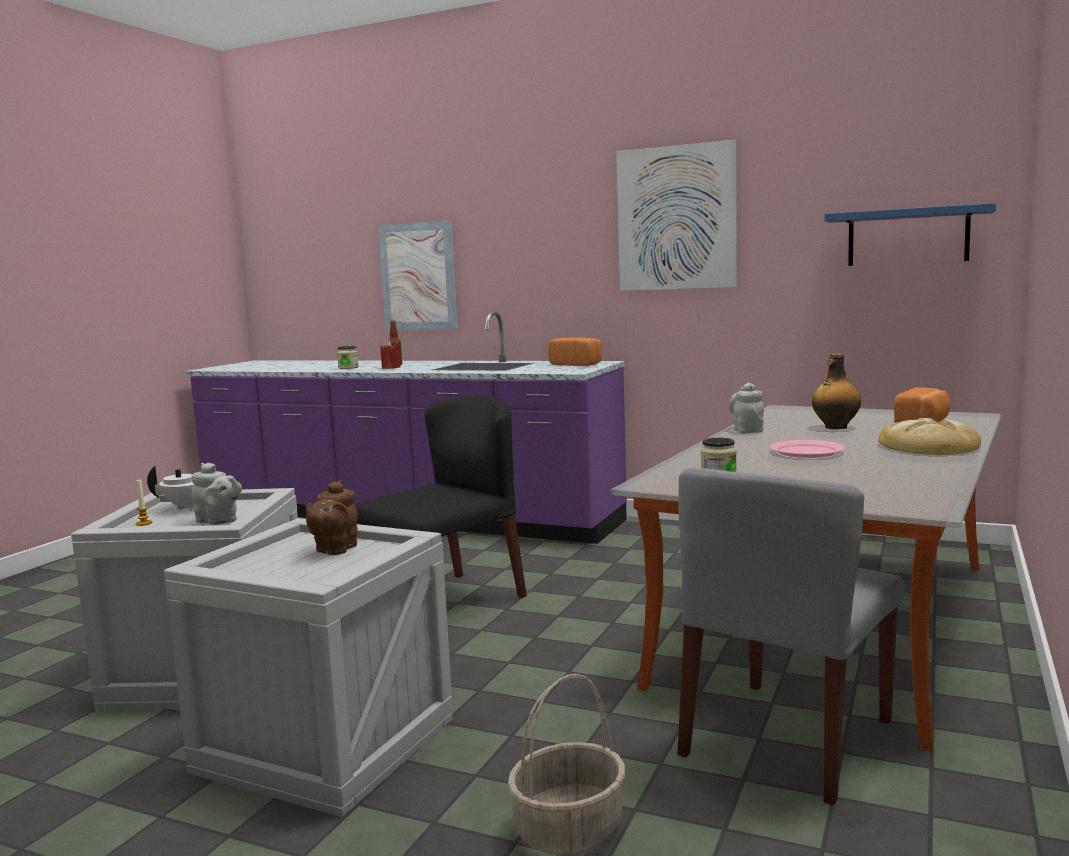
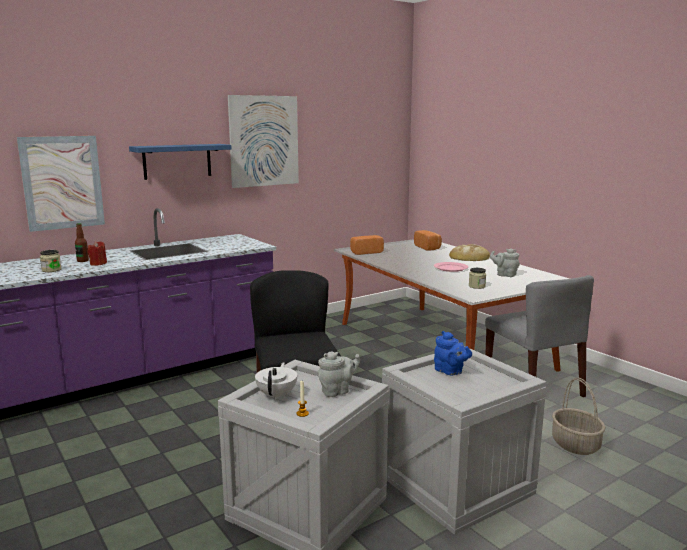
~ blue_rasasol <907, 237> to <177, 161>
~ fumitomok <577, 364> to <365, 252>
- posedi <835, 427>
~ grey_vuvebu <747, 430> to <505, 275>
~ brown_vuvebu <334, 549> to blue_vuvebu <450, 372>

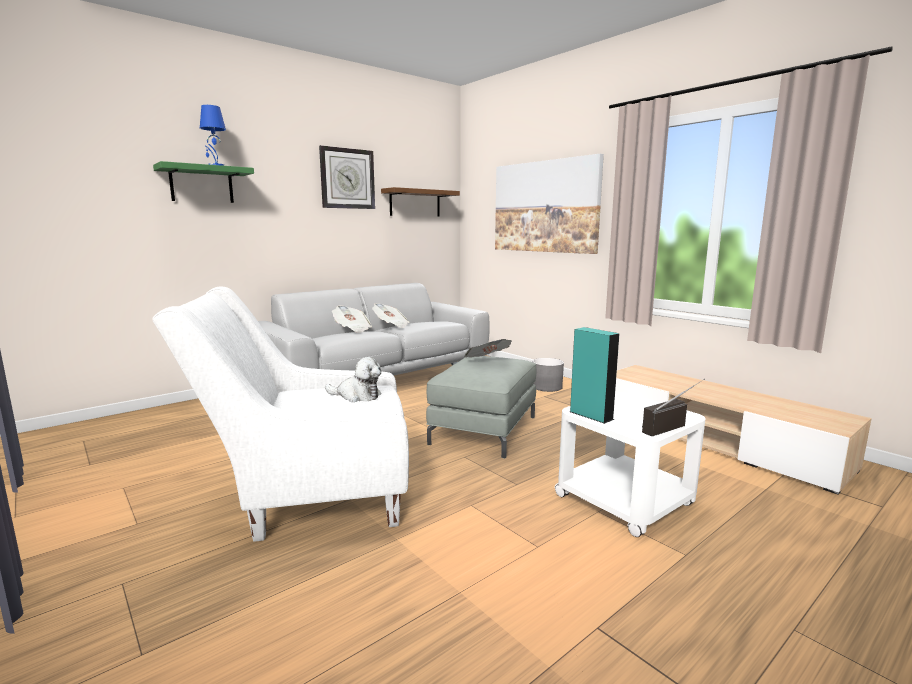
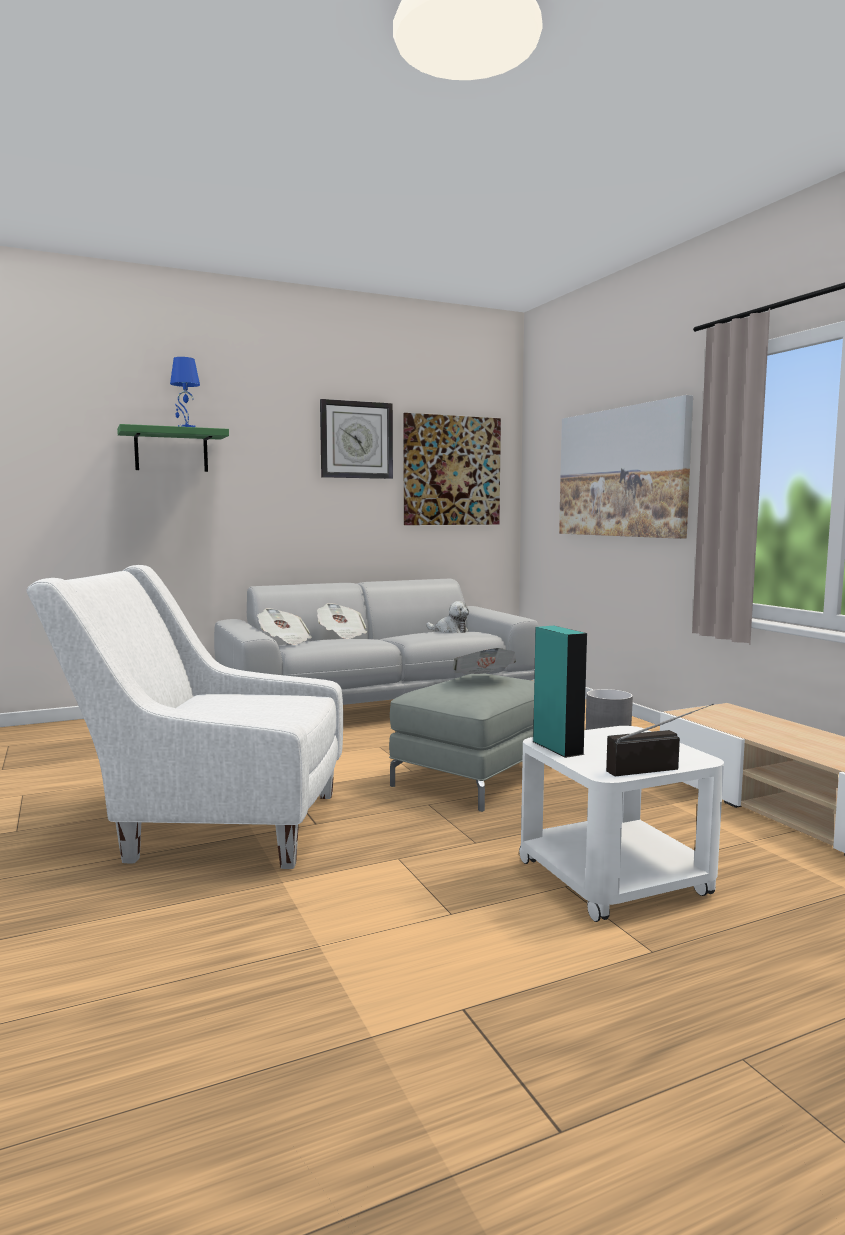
~ brown_rasasol <415, 203> to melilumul <452, 470>
~ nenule <391, 325> to <285, 641>
~ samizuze <357, 396> to <450, 631>

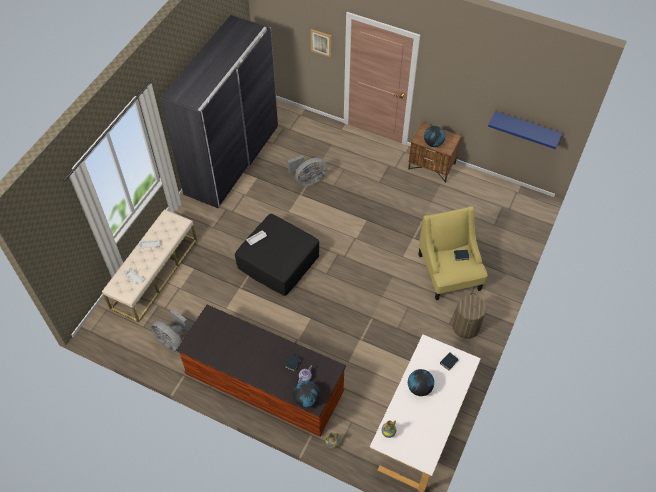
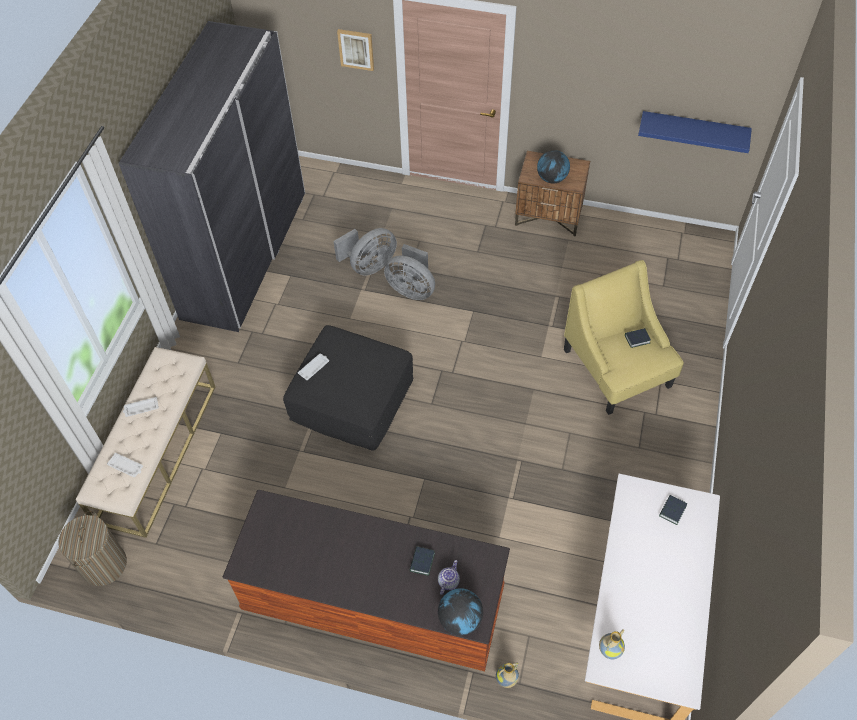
~ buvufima <466, 327> to <104, 564>
~ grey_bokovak <173, 341> to <412, 289>
- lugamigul <419, 388>

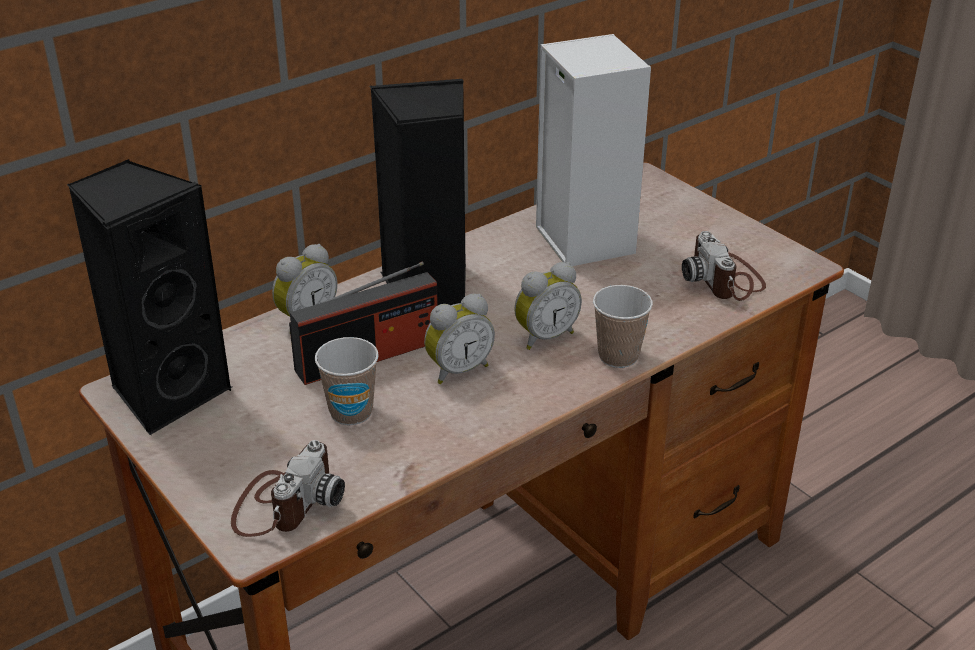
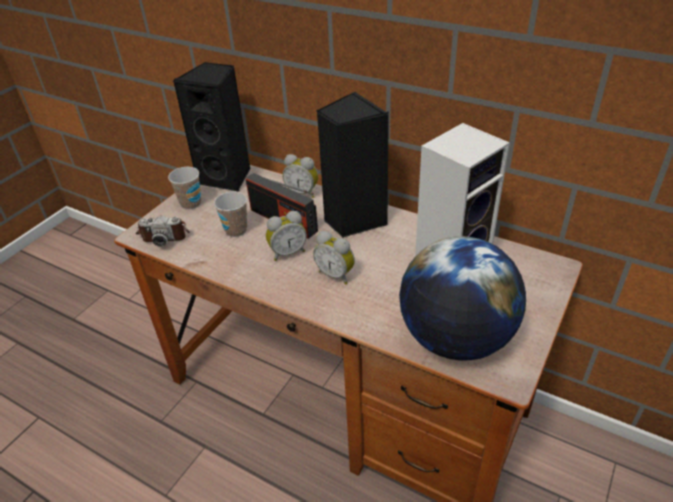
~ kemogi <725, 279> to lugamigul <455, 339>
~ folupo <618, 356> to <191, 203>
~ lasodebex <457, 369> = <287, 252> 60 degrees counterclockwise

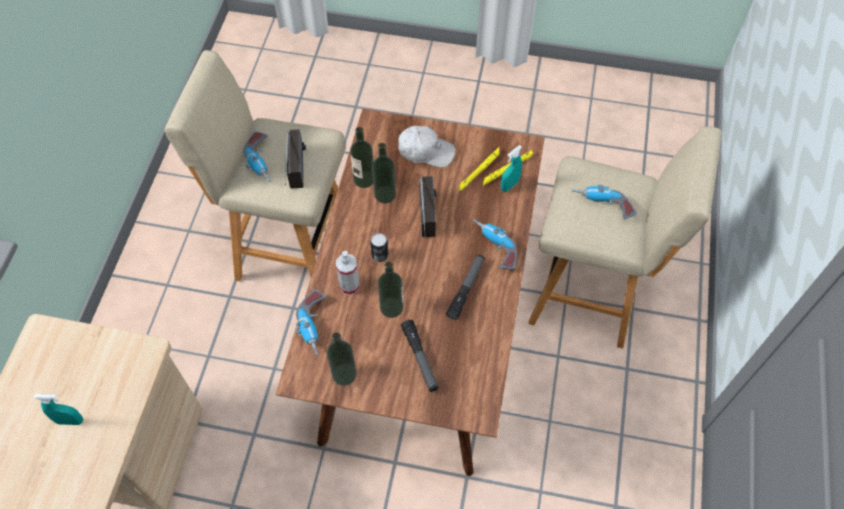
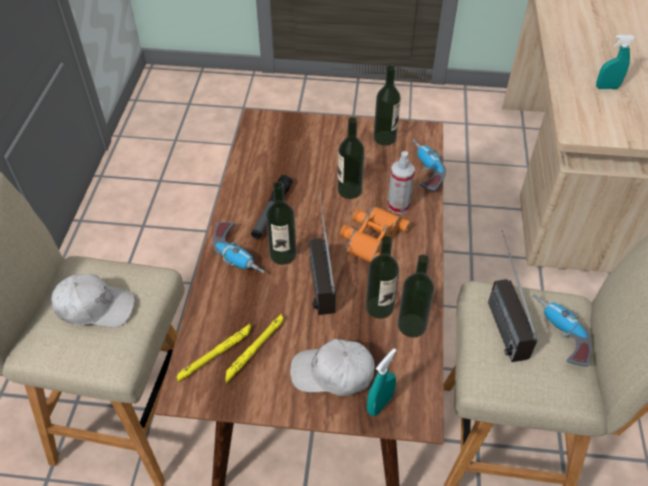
~ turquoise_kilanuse <509, 185> to <379, 404>
~ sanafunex <602, 205> to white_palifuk <95, 307>
~ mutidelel <380, 255> to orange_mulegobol <371, 237>
- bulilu <420, 358>
+ posedi <283, 254>

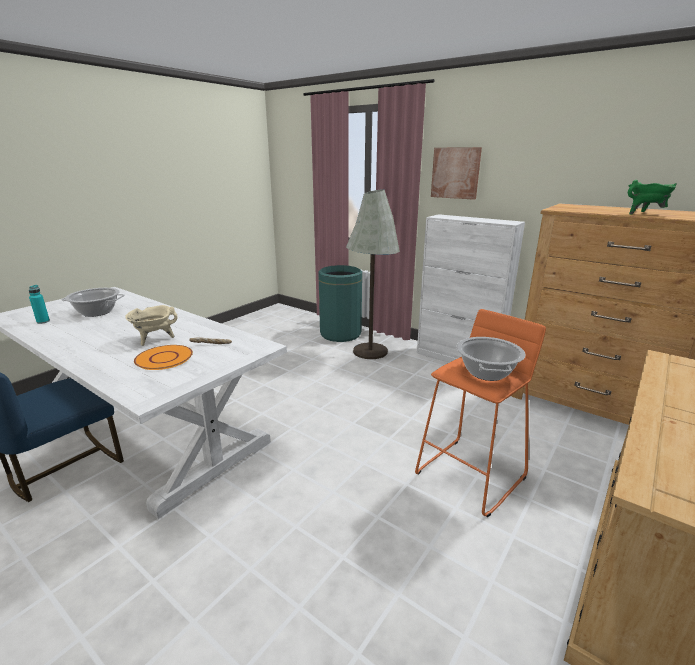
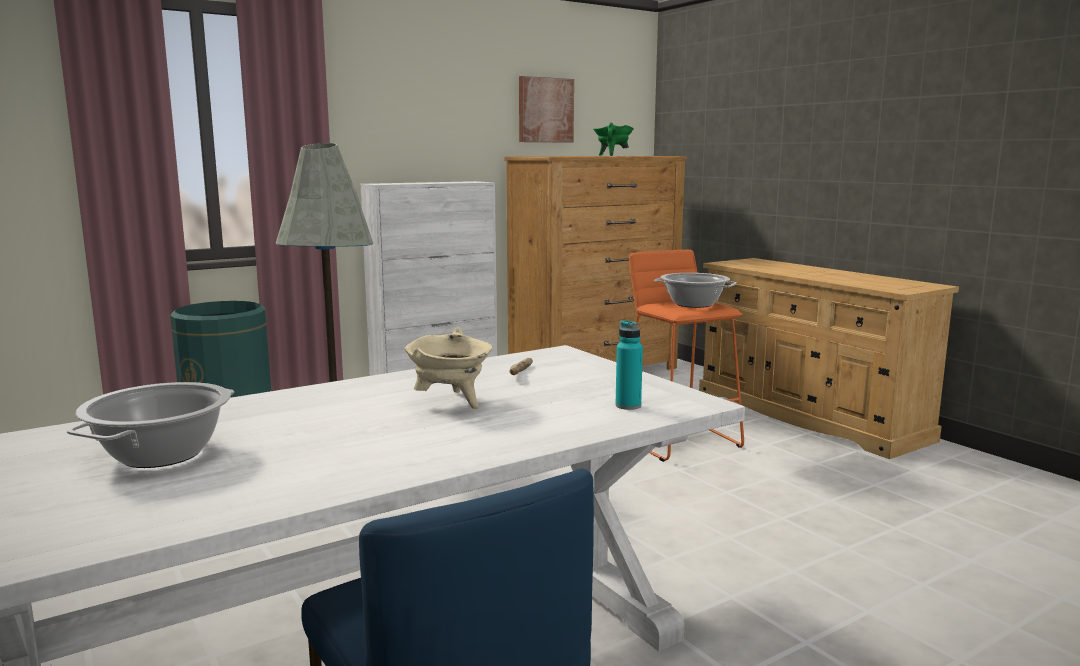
~ melilumul <455, 173> to <545, 110>
~ turquoise_posedi <43, 321> to <628, 406>
- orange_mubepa <164, 358>

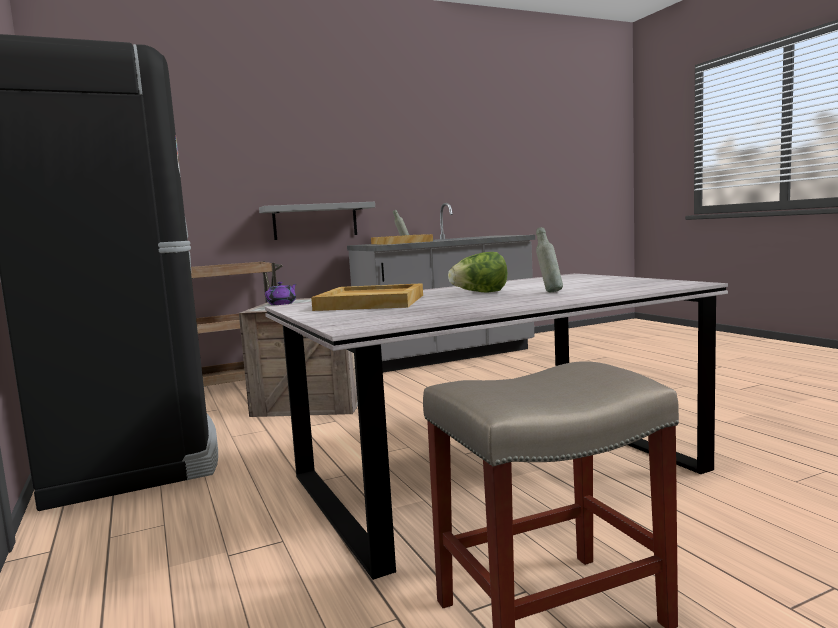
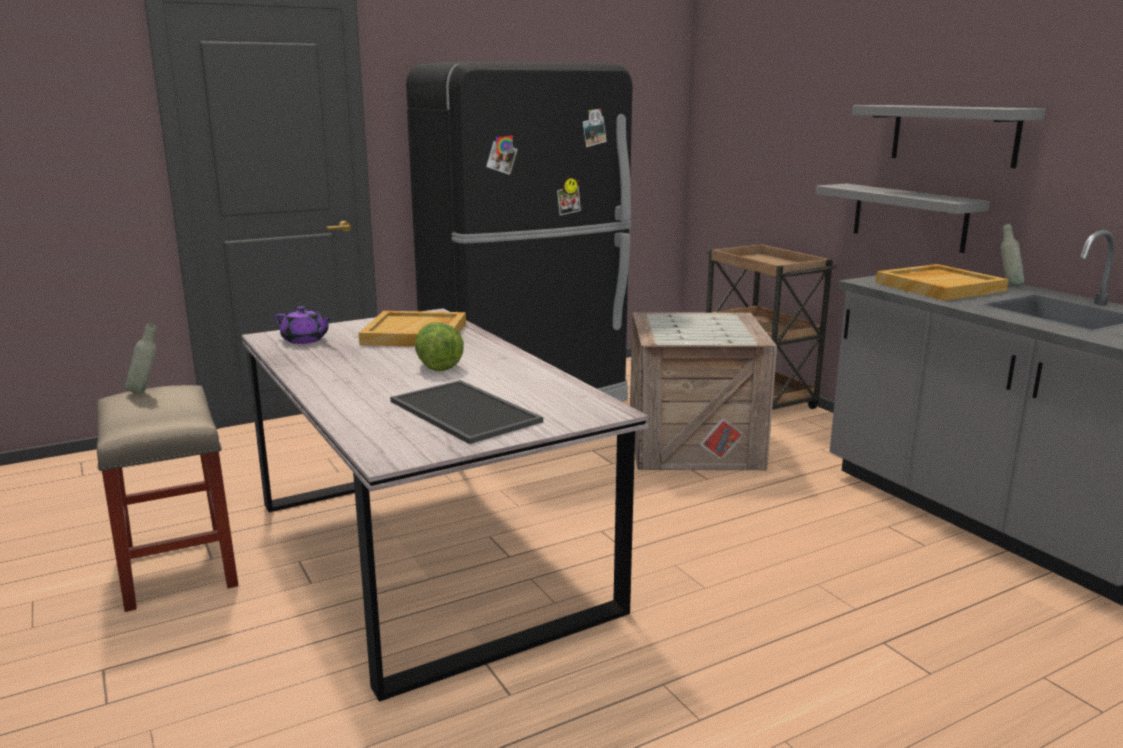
~ grey_posedi <549, 292> to <146, 391>
~ purple_vuvebu <282, 304> to <305, 340>
+ grey_rasasol <953, 134>
+ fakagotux <467, 411>

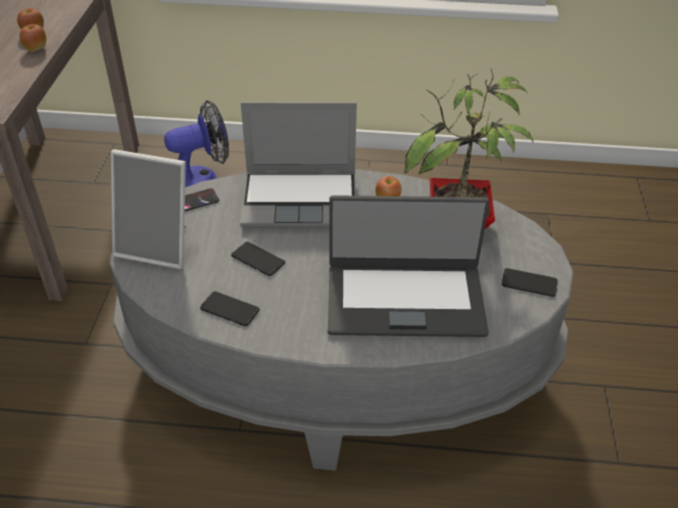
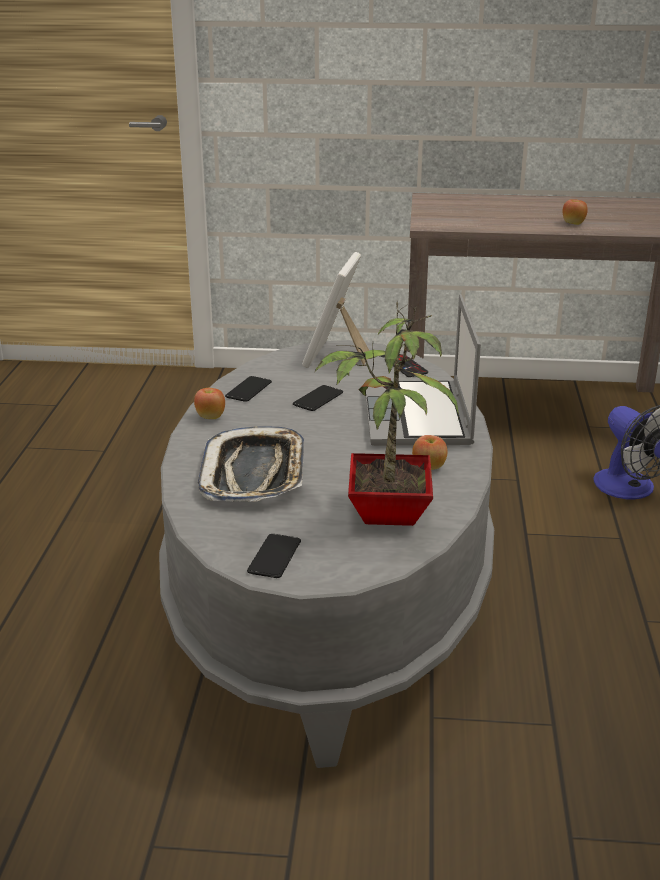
~ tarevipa <36, 49> to <210, 417>
~ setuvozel <405, 298> to fakagotux <254, 474>

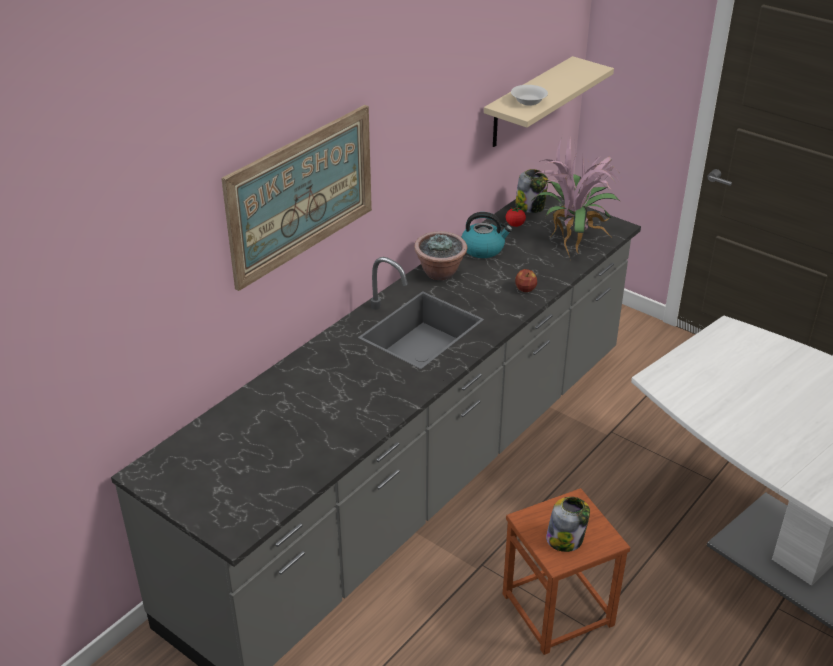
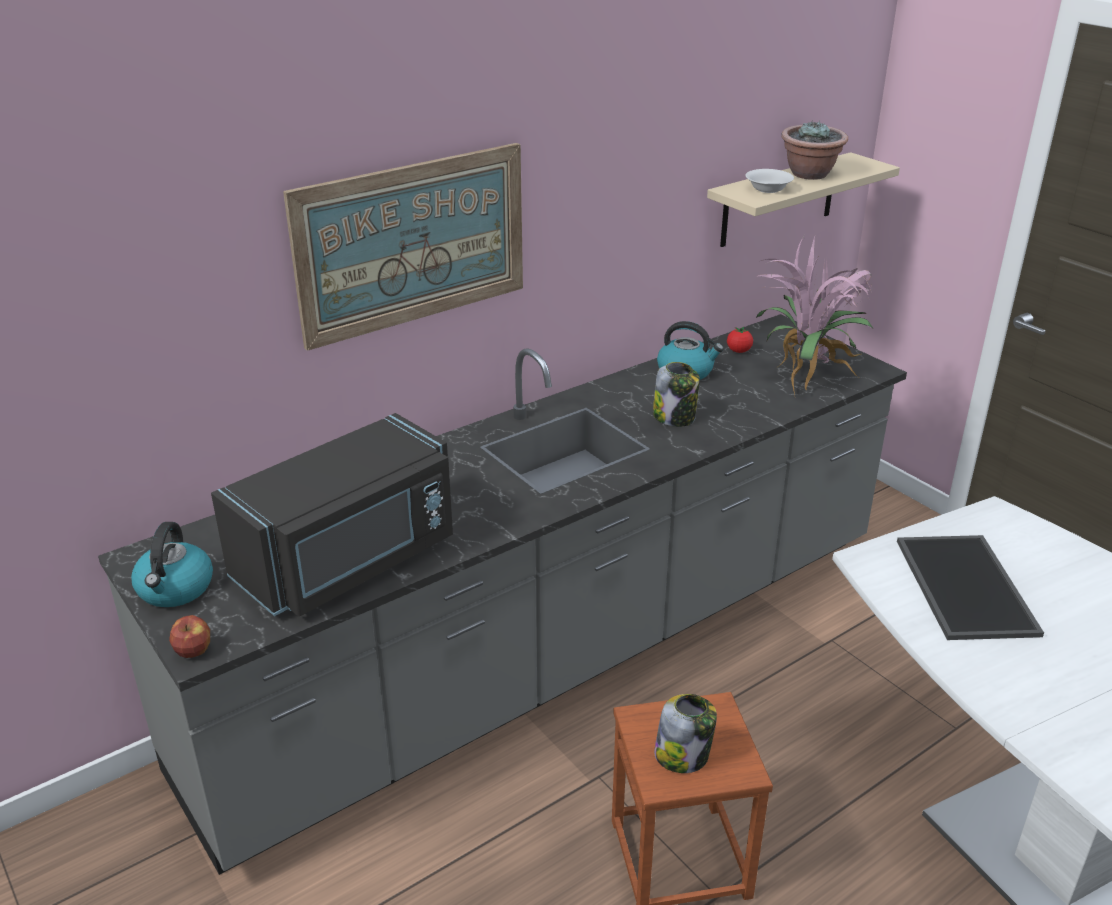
~ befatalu <530, 206> to <675, 417>
~ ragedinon <440, 273> to <810, 174>
~ tarevipa <525, 289> to <194, 650>
+ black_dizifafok <350, 560>
+ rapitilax <175, 589>
+ fakagotux <962, 585>

